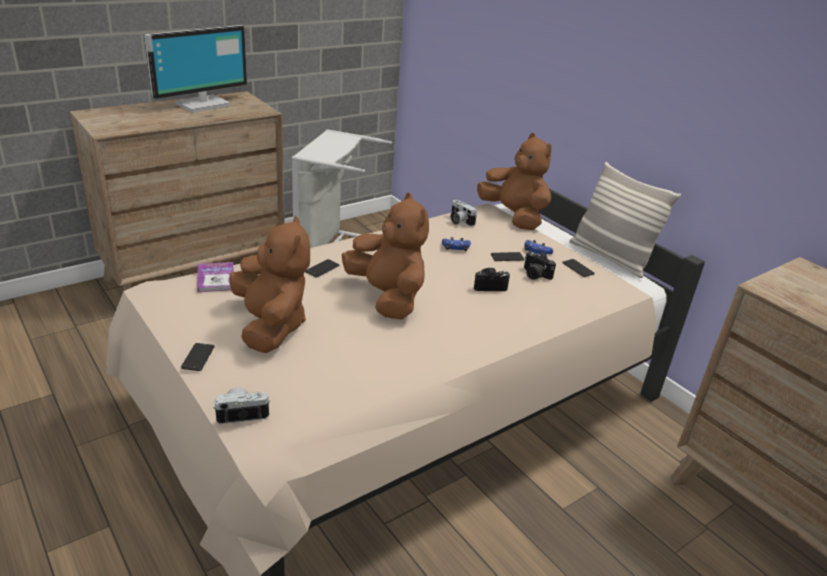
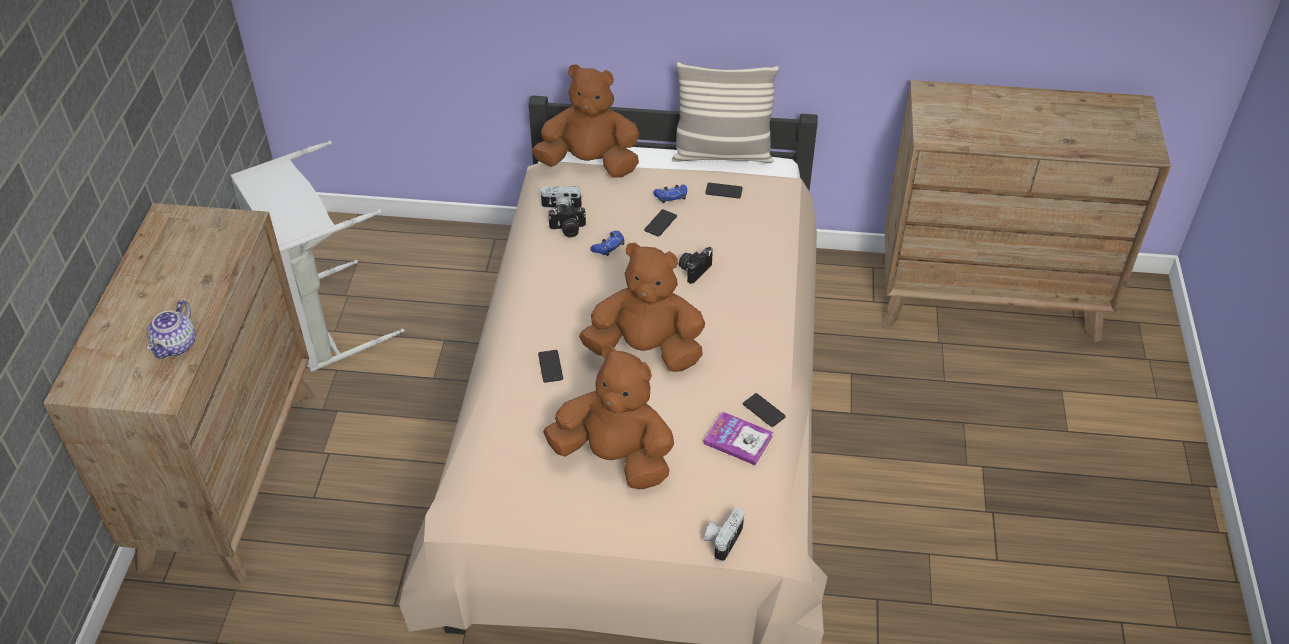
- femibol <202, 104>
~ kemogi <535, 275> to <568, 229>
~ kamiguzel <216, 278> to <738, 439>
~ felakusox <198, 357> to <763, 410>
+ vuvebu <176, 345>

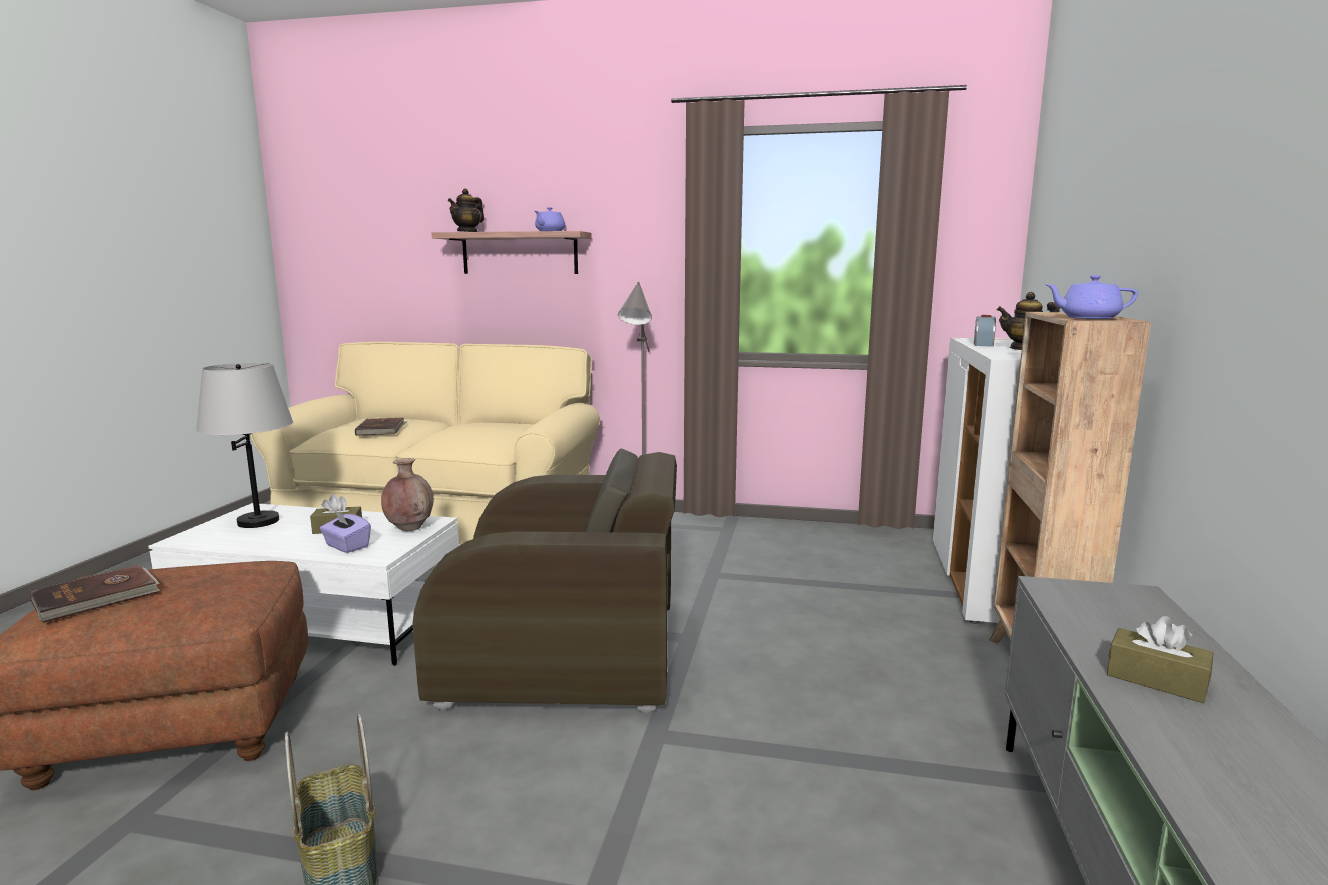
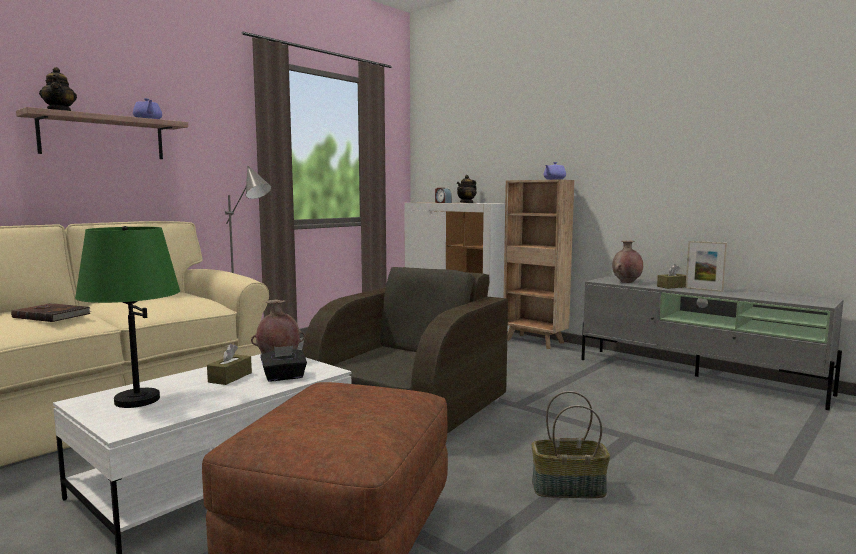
~ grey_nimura <258, 521> to green_nimura <136, 400>
~ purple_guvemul <346, 546> to black_guvemul <284, 377>
- brown_kamiguzel <97, 597>
+ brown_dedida <626, 282>
+ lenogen <704, 290>

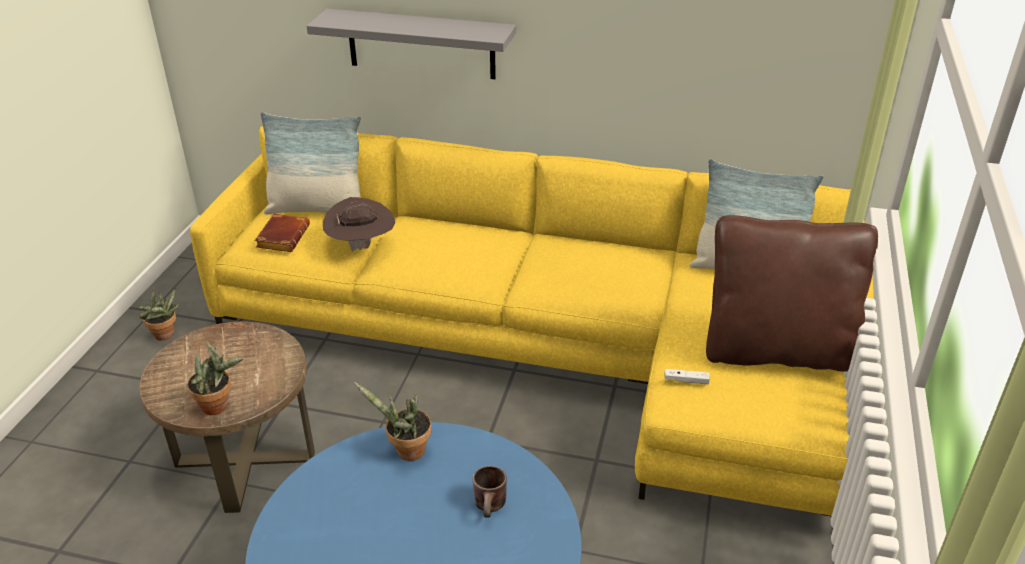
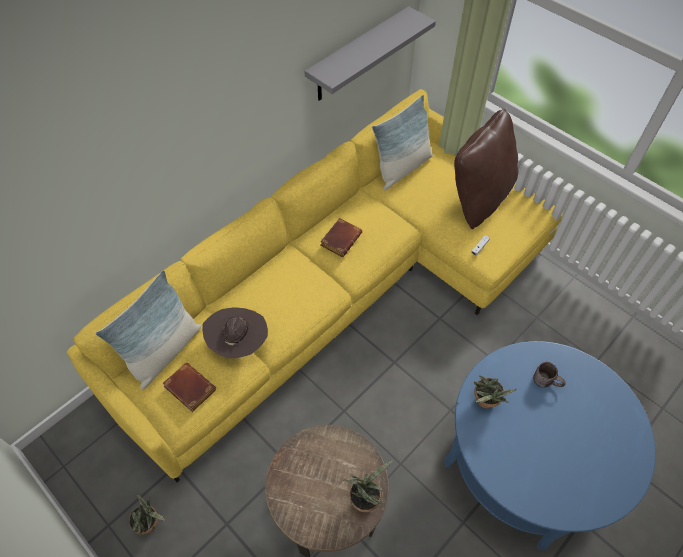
~ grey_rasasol <421, 44> to <358, 55>
+ brown_kamiguzel <340, 239>

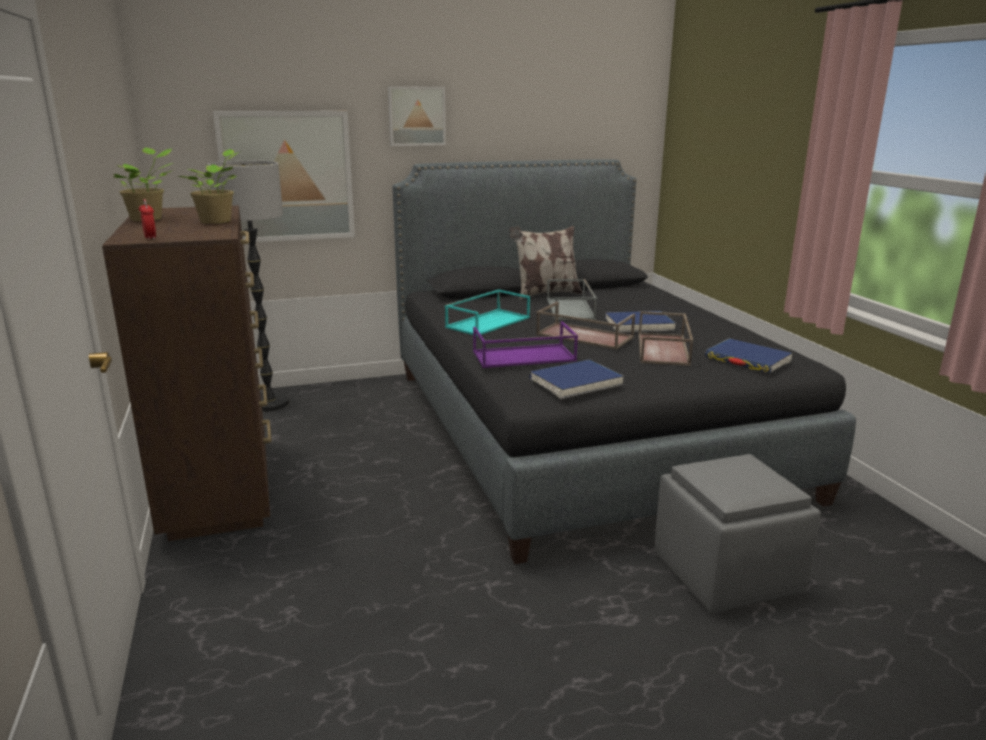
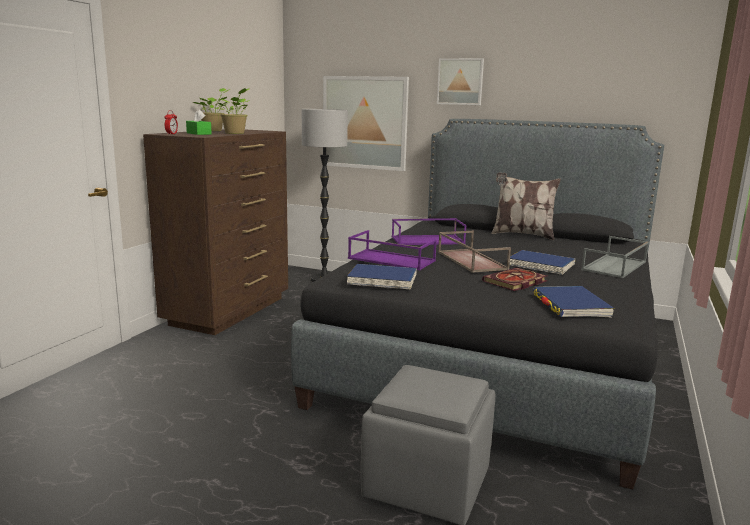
~ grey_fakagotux <571, 309> to <615, 266>
~ turquoise_fakagotux <488, 322> to purple_fakagotux <428, 240>
~ brown_fakagotux <664, 349> to kamiguzel <515, 282>
+ green_guvemul <199, 133>

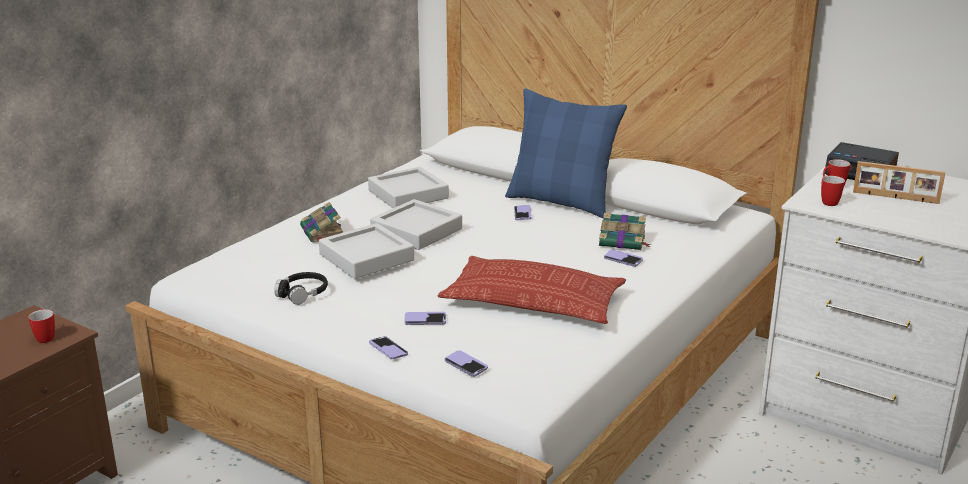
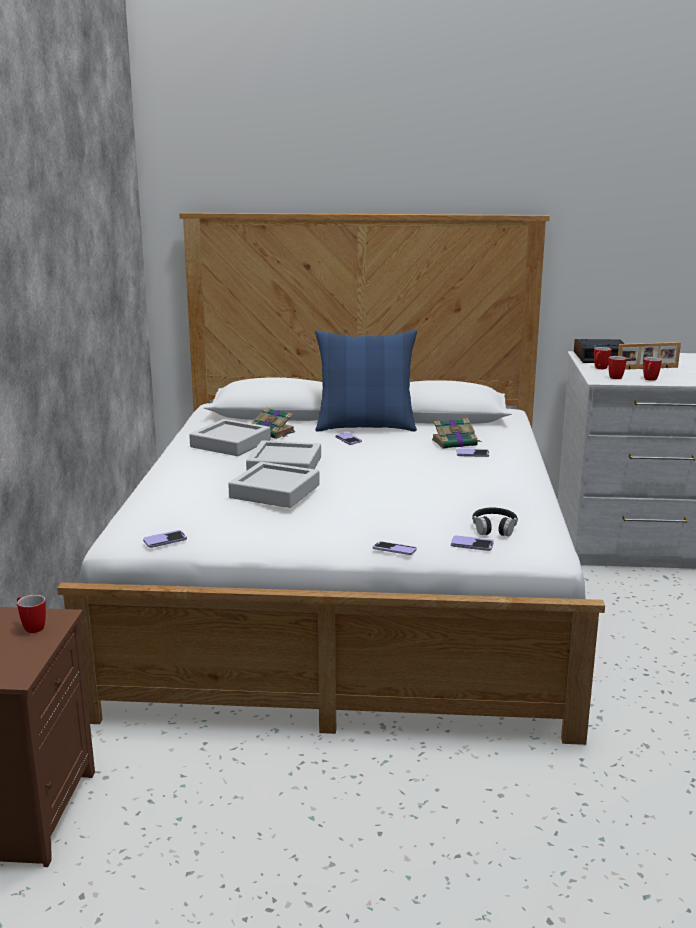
~ kamiguzel <323, 233> to <273, 432>
- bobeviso <533, 301>
~ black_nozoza <303, 293> to <494, 528>
~ felakusox <425, 320> to <165, 540>
+ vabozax <649, 380>

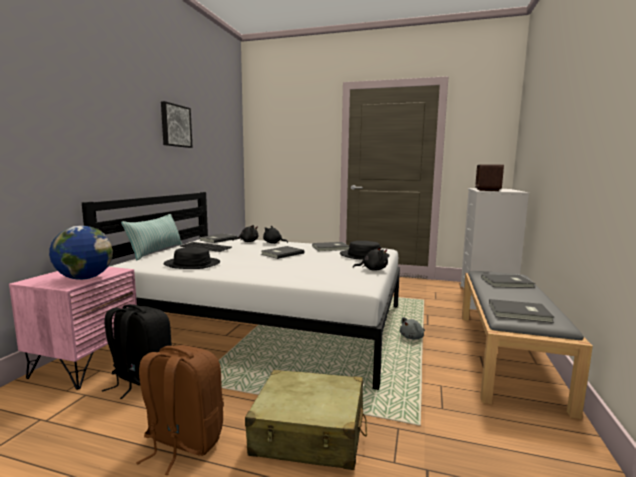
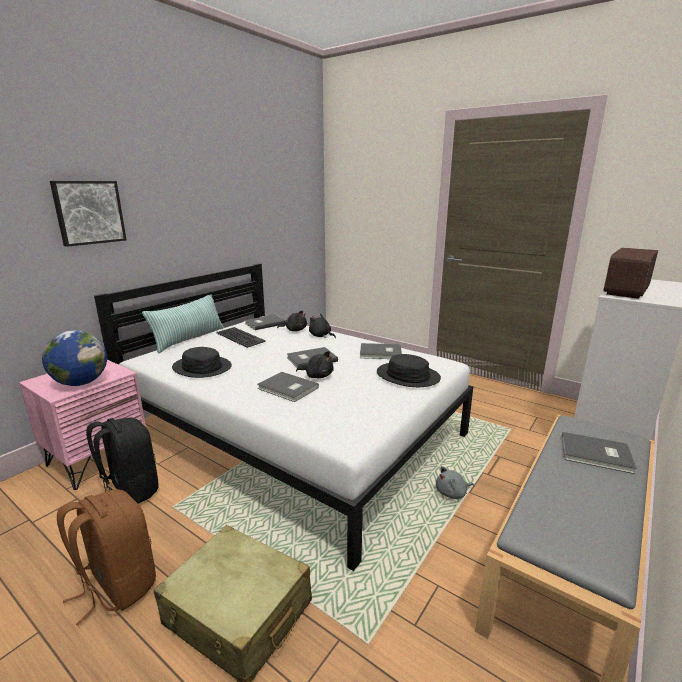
~ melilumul <175, 126> to <89, 212>
~ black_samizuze <372, 269> to <317, 376>
~ grey_kamiguzel <520, 313> to <287, 389>

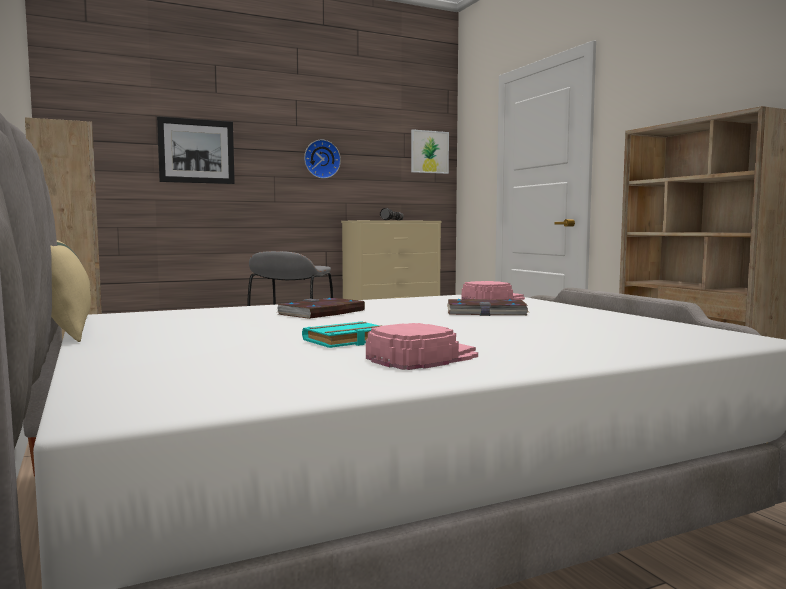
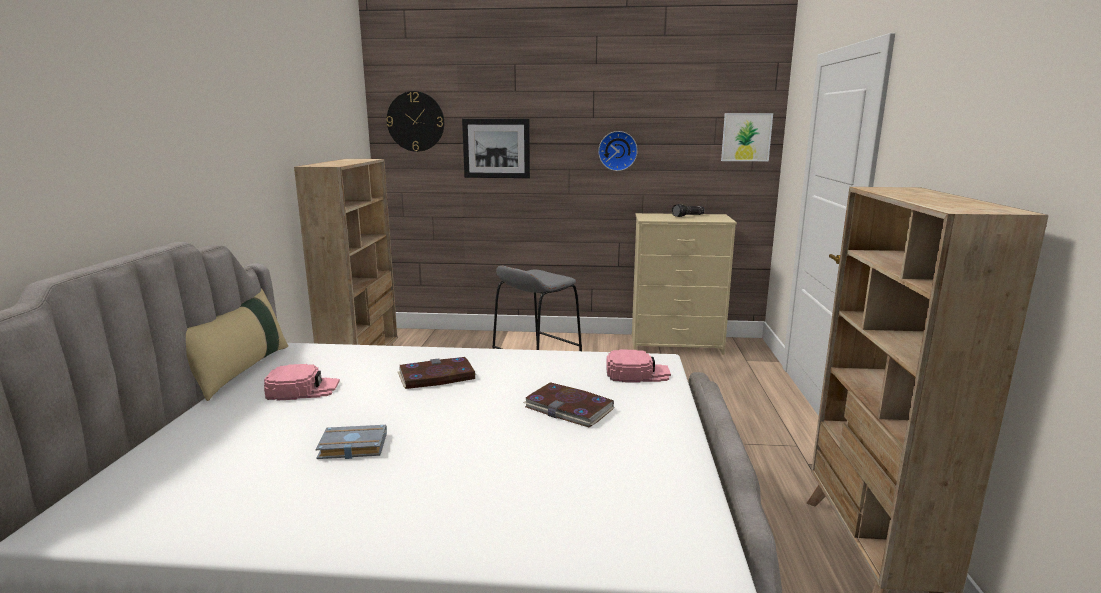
~ turquoise_kamiguzel <346, 341> to grey_kamiguzel <351, 447>
~ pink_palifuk <422, 357> to <303, 389>
+ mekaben <415, 121>

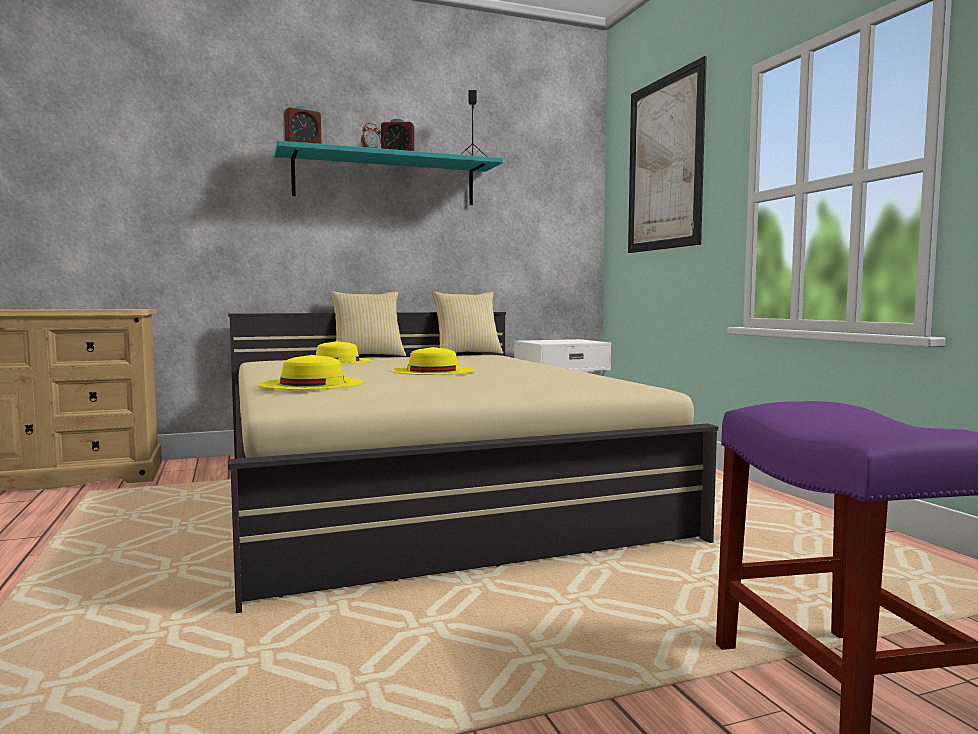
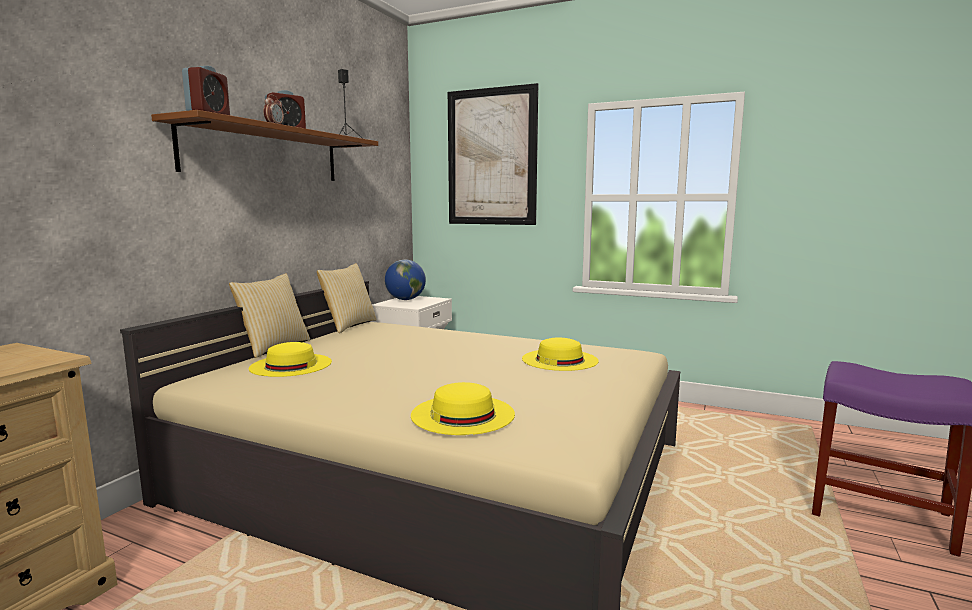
~ turquoise_rasasol <386, 180> to brown_rasasol <265, 154>
~ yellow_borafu <433, 371> to <559, 359>
+ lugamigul <405, 299>

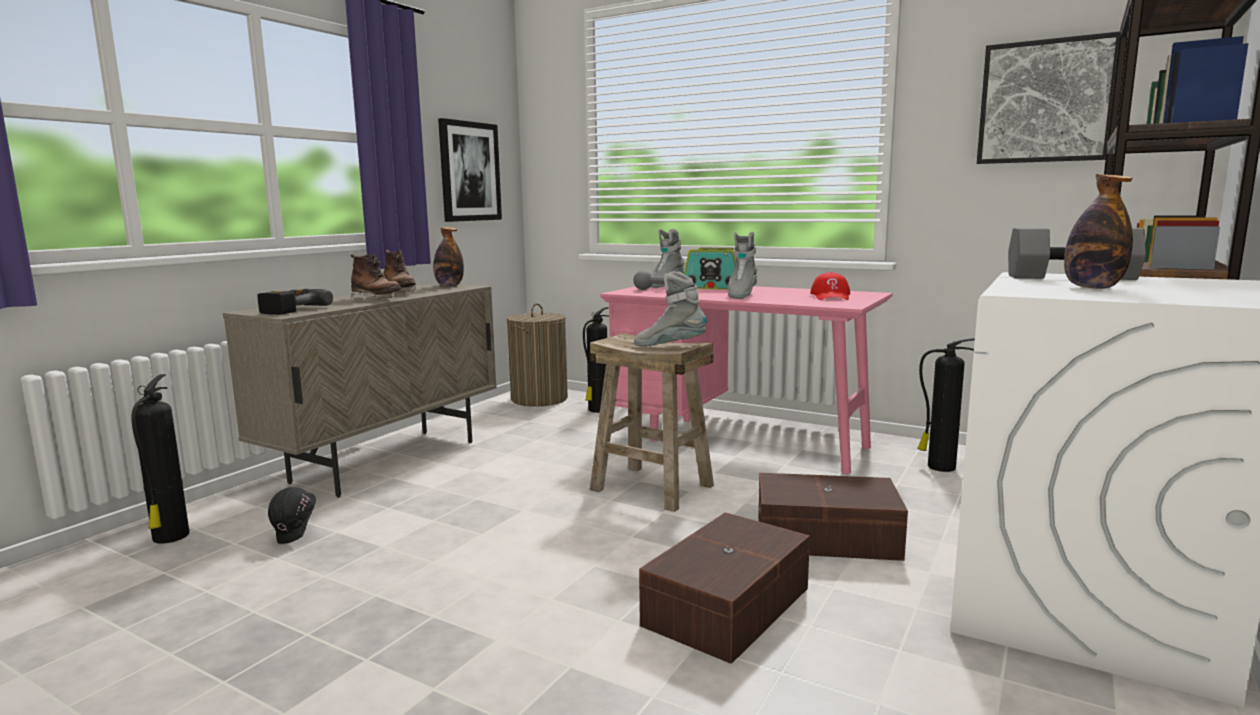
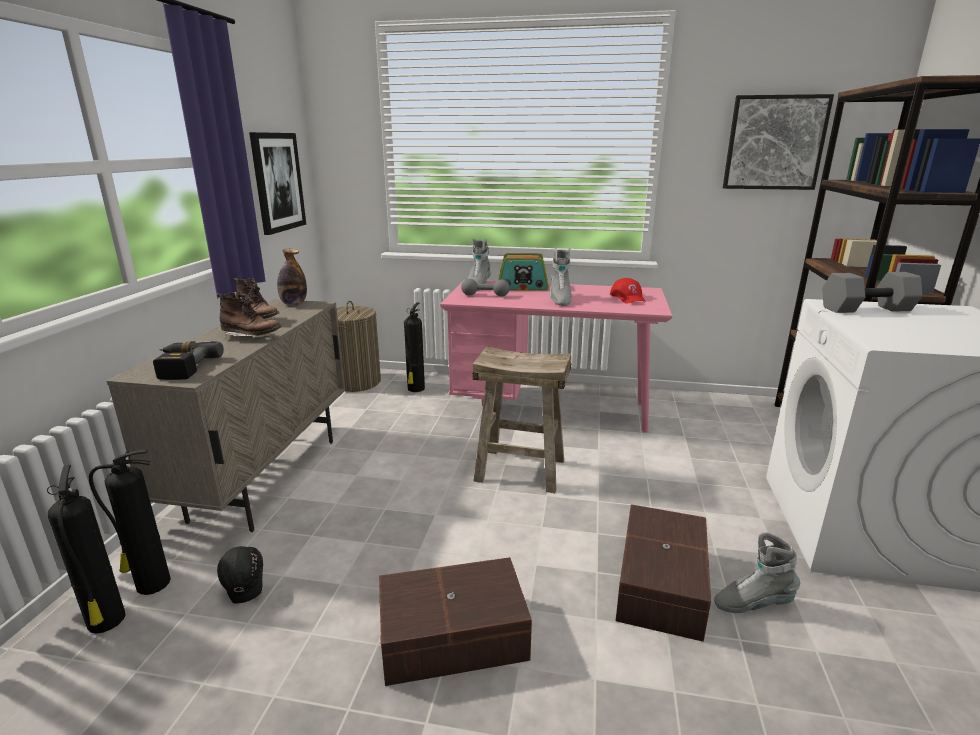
- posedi <1092, 287>
~ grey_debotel <670, 346> to <752, 603>
~ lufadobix <939, 467> to <151, 584>
~ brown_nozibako <828, 538> to <454, 638>

